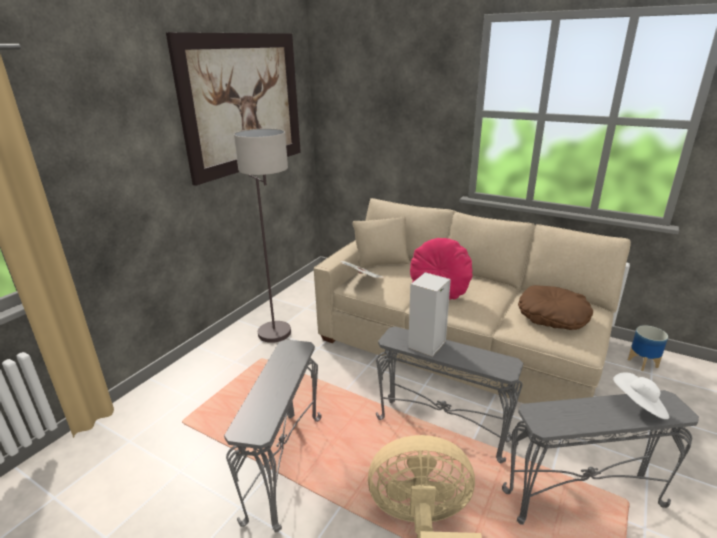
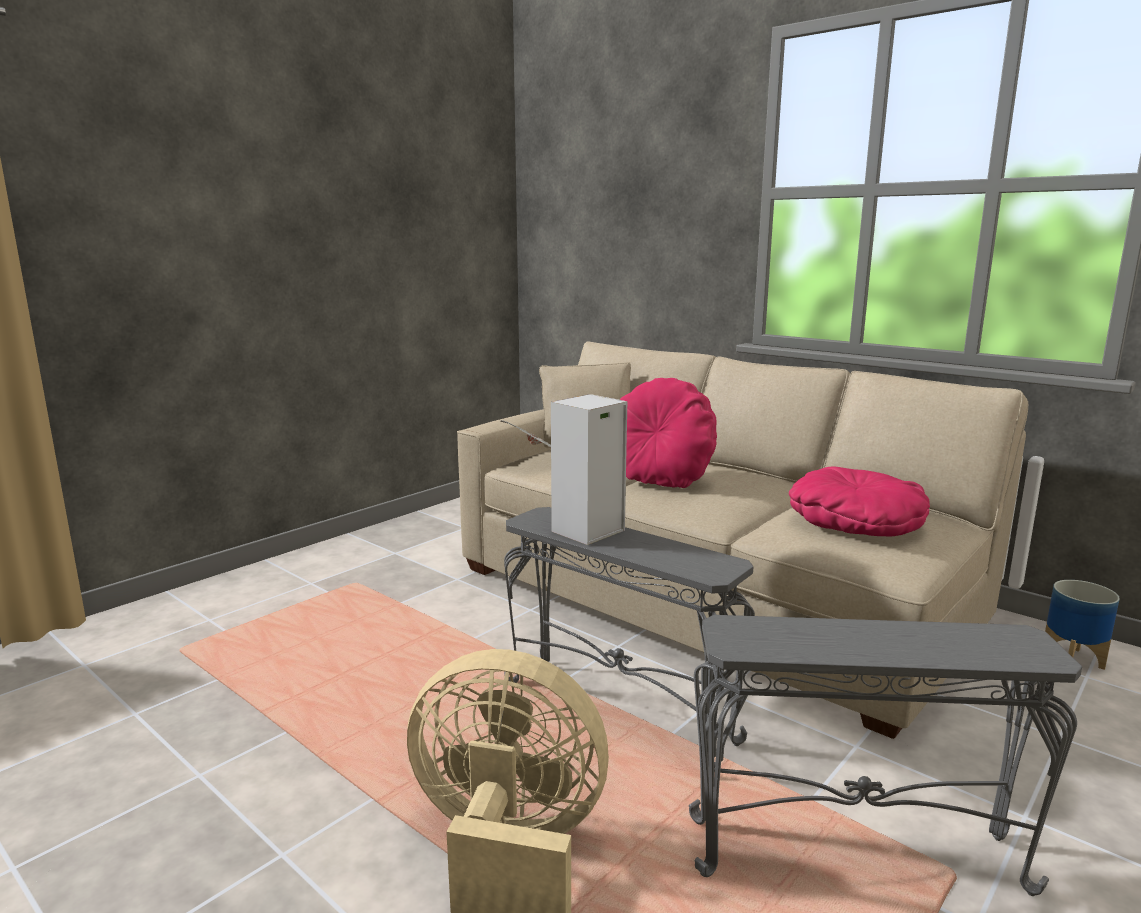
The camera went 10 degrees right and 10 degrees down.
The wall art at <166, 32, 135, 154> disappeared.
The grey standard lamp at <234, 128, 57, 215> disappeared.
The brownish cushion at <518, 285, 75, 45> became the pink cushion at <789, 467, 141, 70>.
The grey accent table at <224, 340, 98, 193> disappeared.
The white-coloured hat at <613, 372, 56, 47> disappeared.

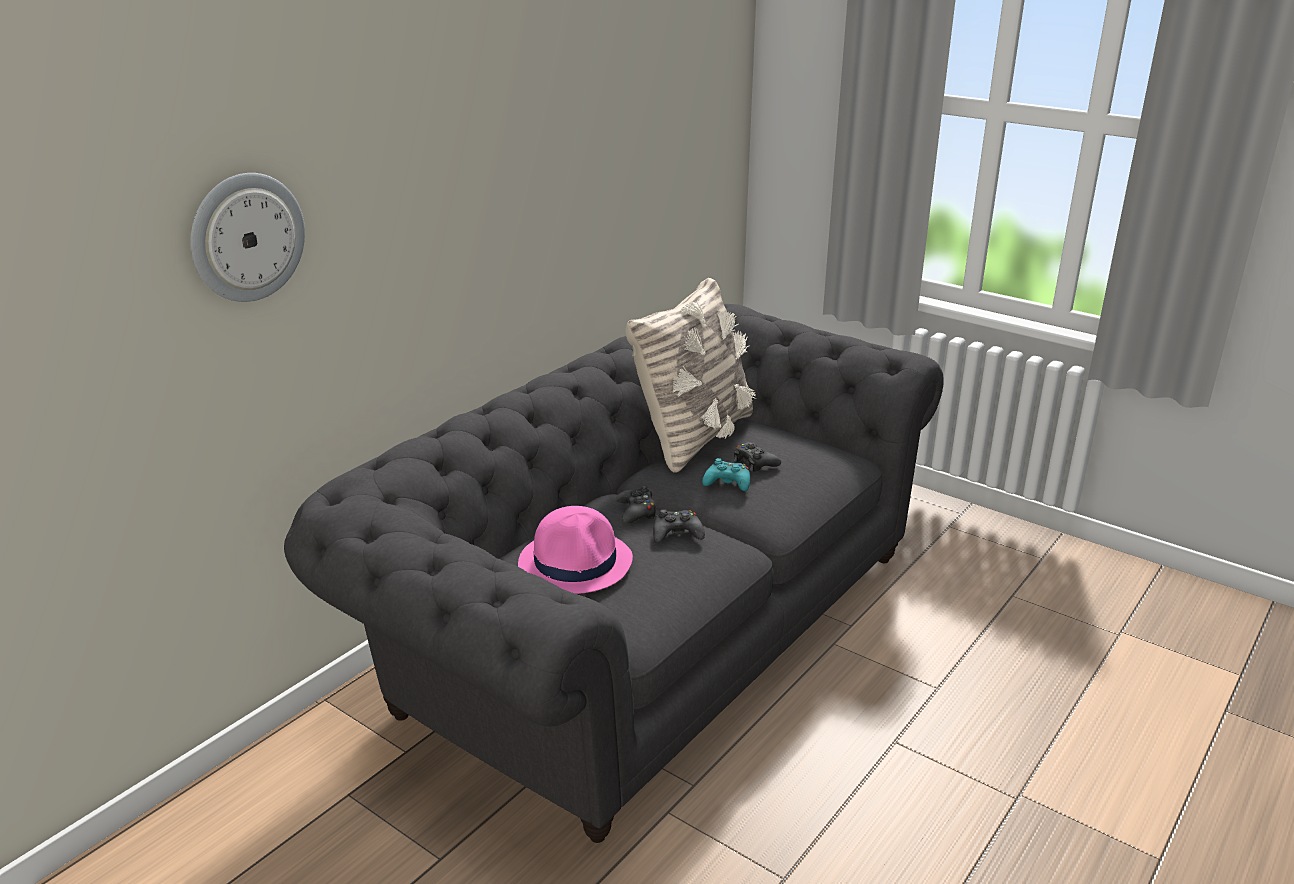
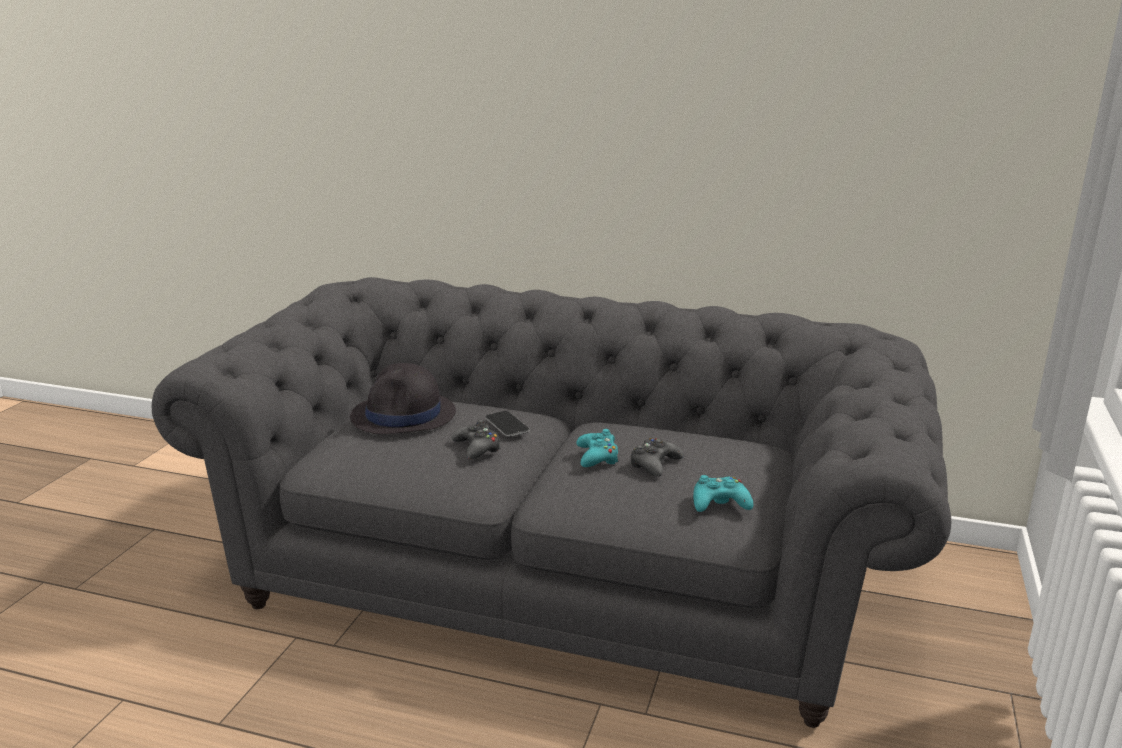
The camera went 70 degrees right and 5 degrees down.
The wall clock at <190, 173, 115, 129> disappeared.
The beige cushion at <625, 278, 132, 195> disappeared.
The black-coloured gamepad at <617, 485, 40, 38> was replaced by the phone at <486, 411, 44, 26>.
The pink hat at <518, 506, 115, 88> became the black-coloured hat at <350, 363, 106, 72>.
The turquoise-coloured gamepad at <693, 475, 60, 37> appeared.

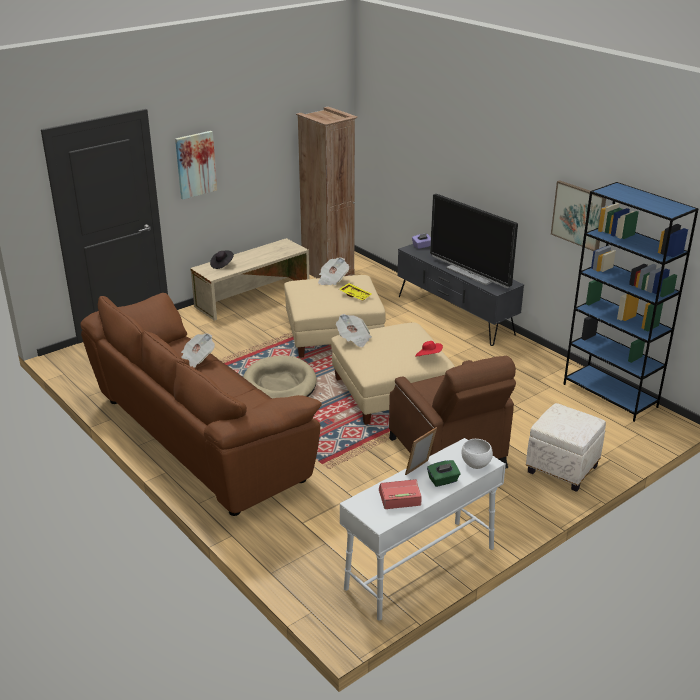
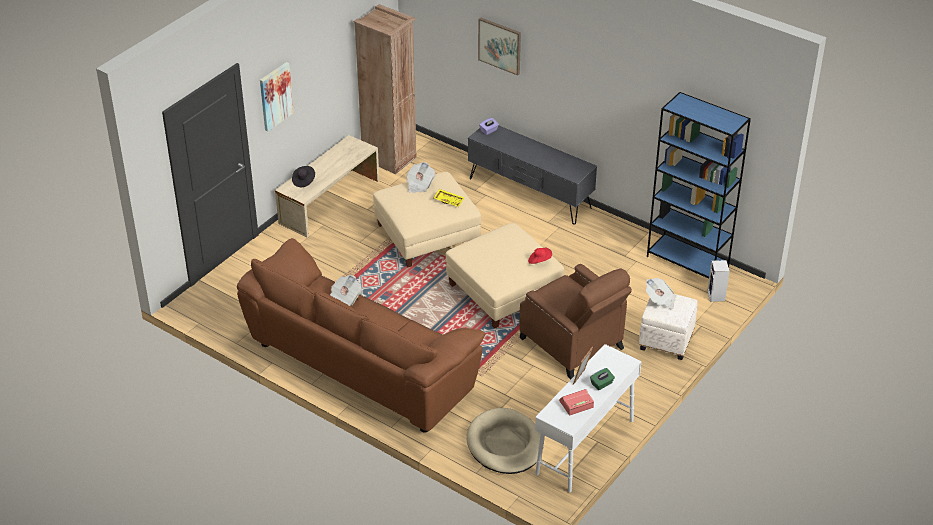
The camera went 15 degrees left and 10 degrees up.
The wall art moved from <551, 180, 55, 71> to <478, 17, 43, 59>.
The TV set at <430, 194, 88, 94> disappeared.
The newspaper moved from <336, 314, 36, 33> to <646, 278, 30, 32>.
The beige dog bed moved from <243, 355, 74, 44> to <466, 408, 74, 66>.
The white-coloured bowl at <461, 439, 32, 30> disappeared.
The audio speaker at <707, 260, 23, 42> appeared.

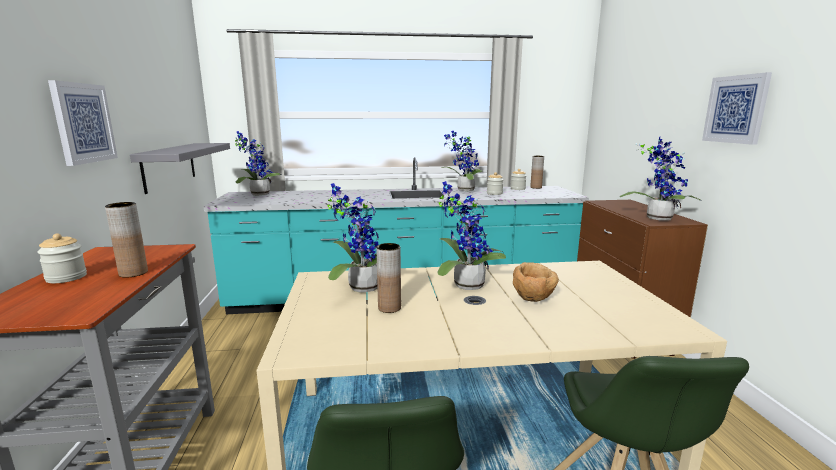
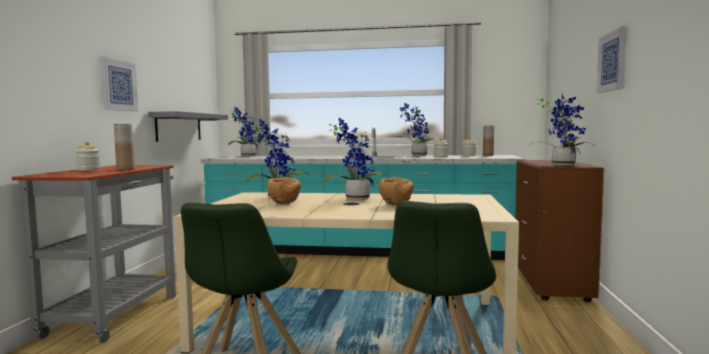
The camera went 15 degrees right and 10 degrees down.
The brownish decorative vase at <376, 243, 25, 70> was replaced by the brownish bowl at <267, 177, 34, 27>.

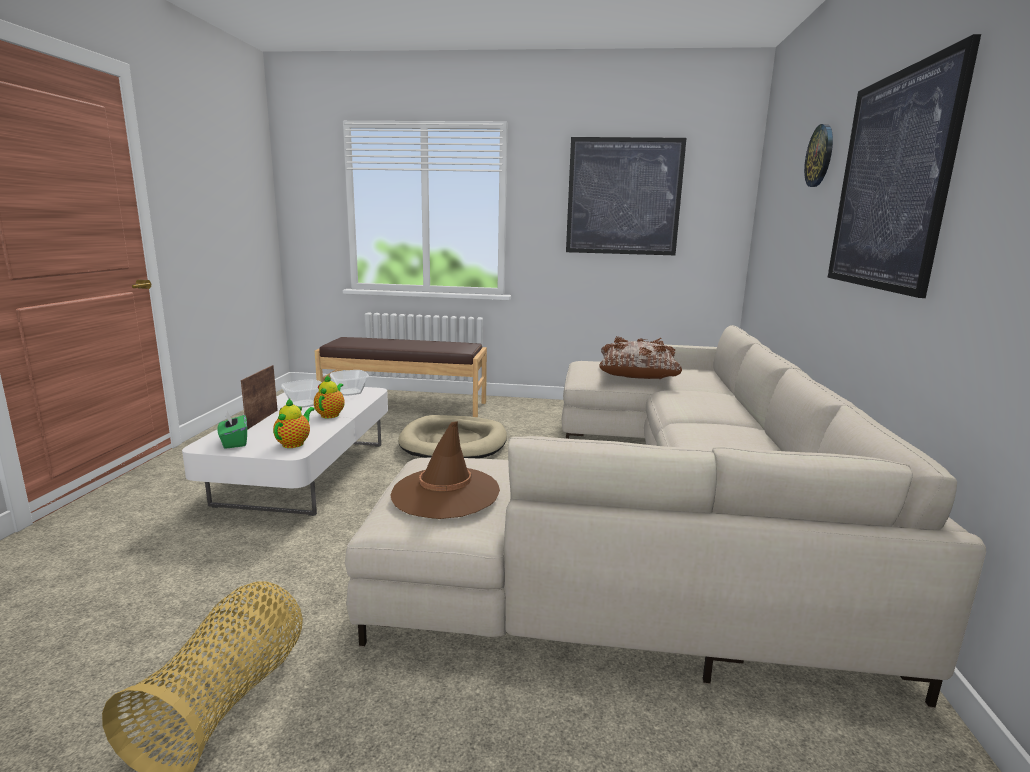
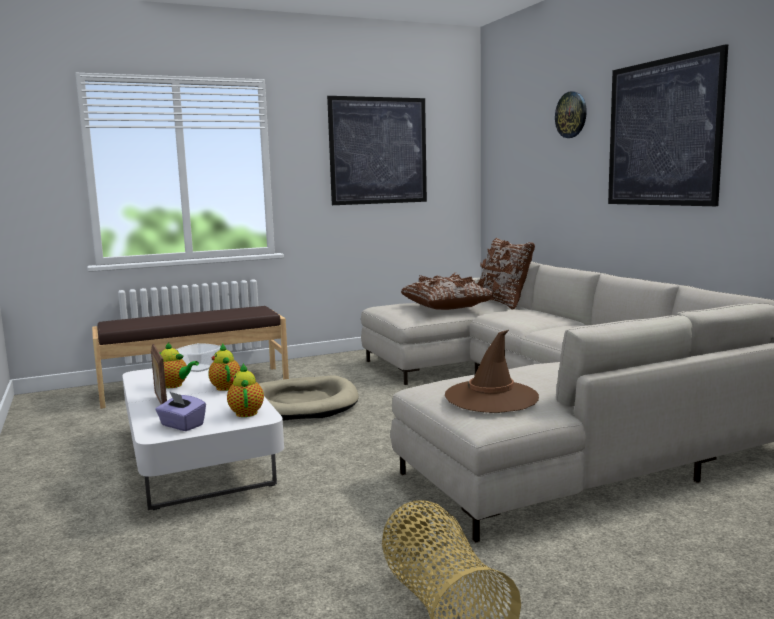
The camera went 30 degrees left and 5 degrees down.
The bowl at <281, 379, 41, 29> was replaced by the tea pot at <159, 343, 40, 45>.
The green-coloured box of tissues at <218, 411, 29, 38> became the purple-coloured box of tissues at <155, 391, 51, 40>.
The brownish cushion at <477, 238, 58, 72> appeared.

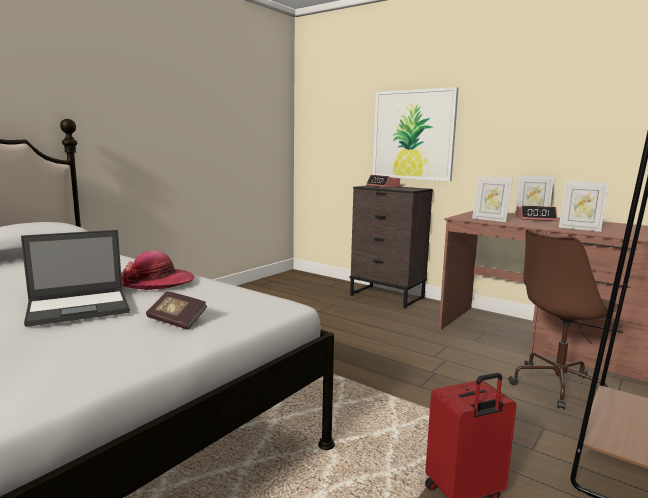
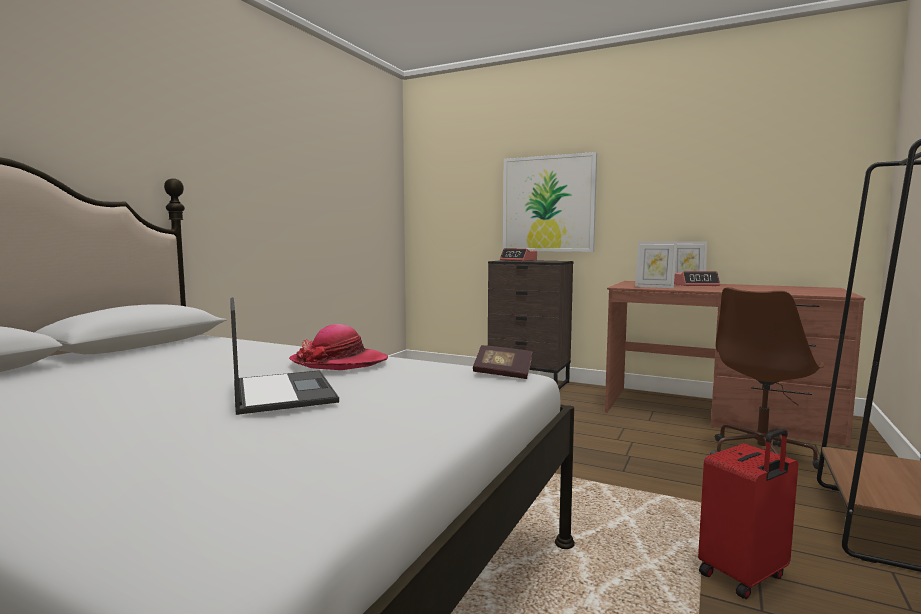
The camera went 10 degrees left and 5 degrees down.
The picture frame at <559, 181, 50, 51> disappeared.
The portable computer at <21, 230, 109, 97> turned 75 degrees counterclockwise.
The book moved from <146, 291, 61, 39> to <473, 345, 60, 34>.

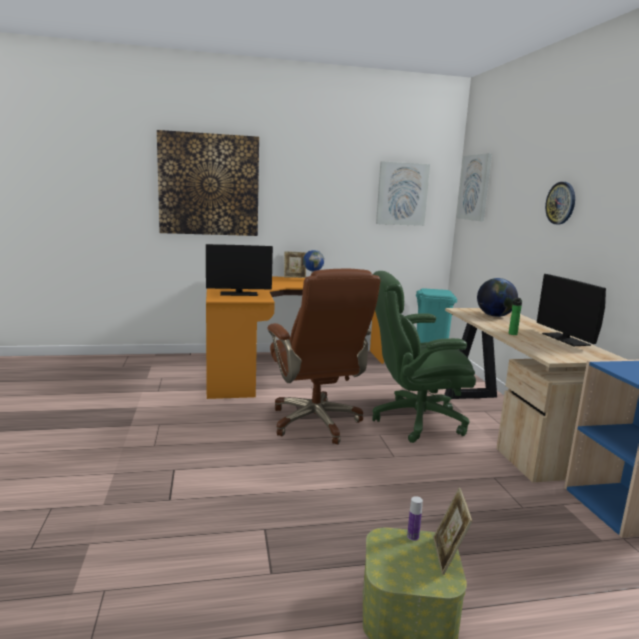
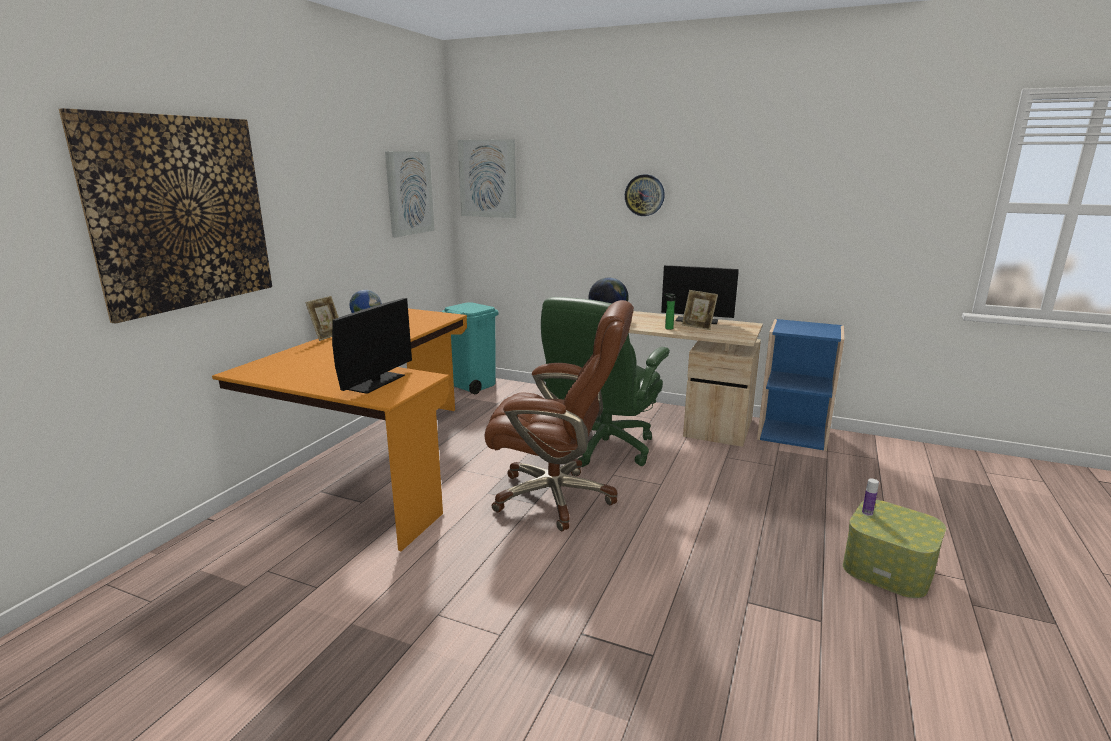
The camera went 55 degrees left and 5 degrees up.
The picture frame moved from <433, 488, 40, 87> to <682, 290, 36, 40>.

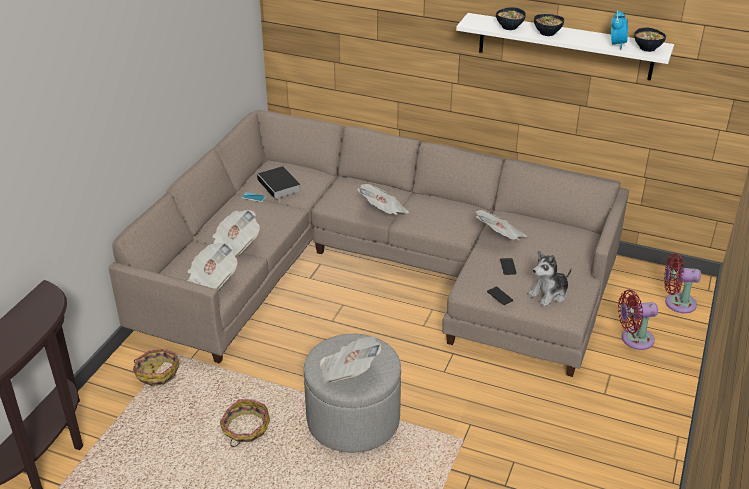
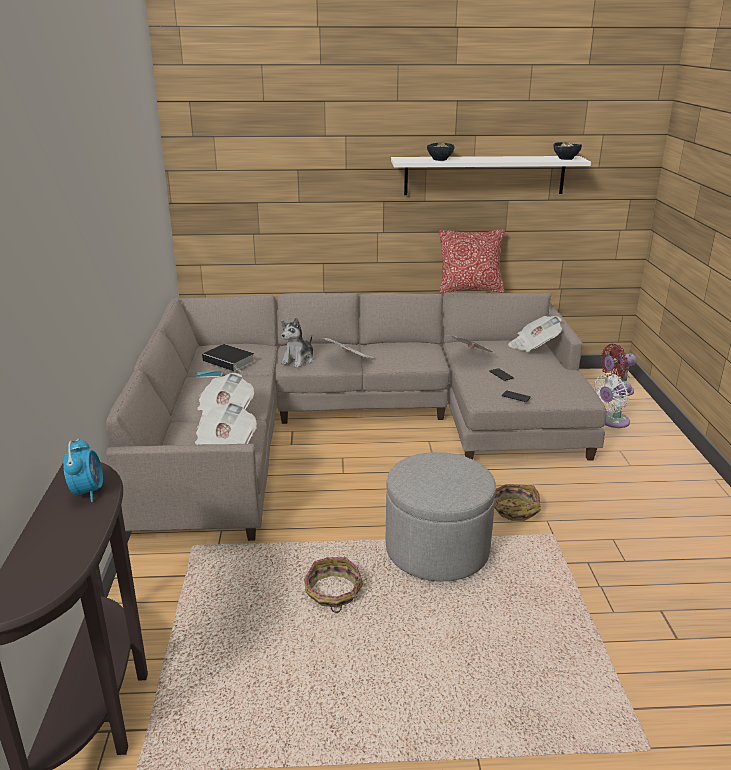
The camera went 25 degrees left and 10 degrees down.
The alarm clock moved from <611, 10, 17, 39> to <63, 438, 40, 64>.
The bowl at <534, 14, 30, 22> disappeared.
The cuddly toy moved from <528, 251, 44, 56> to <281, 318, 33, 50>.
The red-coloured electric fan at <618, 290, 40, 60> became the white-coloured electric fan at <593, 373, 39, 55>.
The newspaper moved from <320, 336, 61, 47> to <508, 316, 54, 36>.
The basket moved from <133, 349, 46, 37> to <494, 484, 47, 37>.
The cushion at <439, 229, 66, 65> appeared.

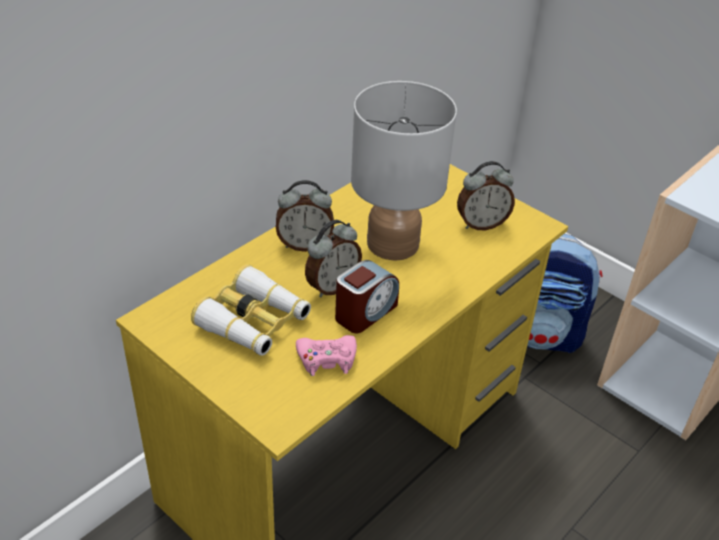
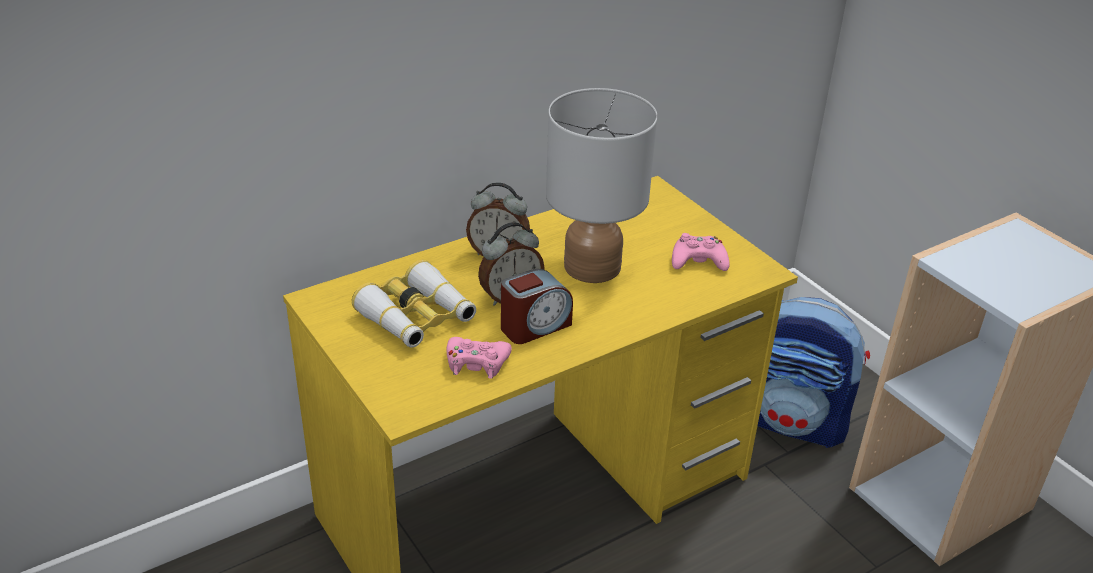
The camera went 15 degrees right and 5 degrees down.
The alarm clock at <457, 161, 58, 69> was replaced by the pink gamepad at <672, 233, 58, 38>.

